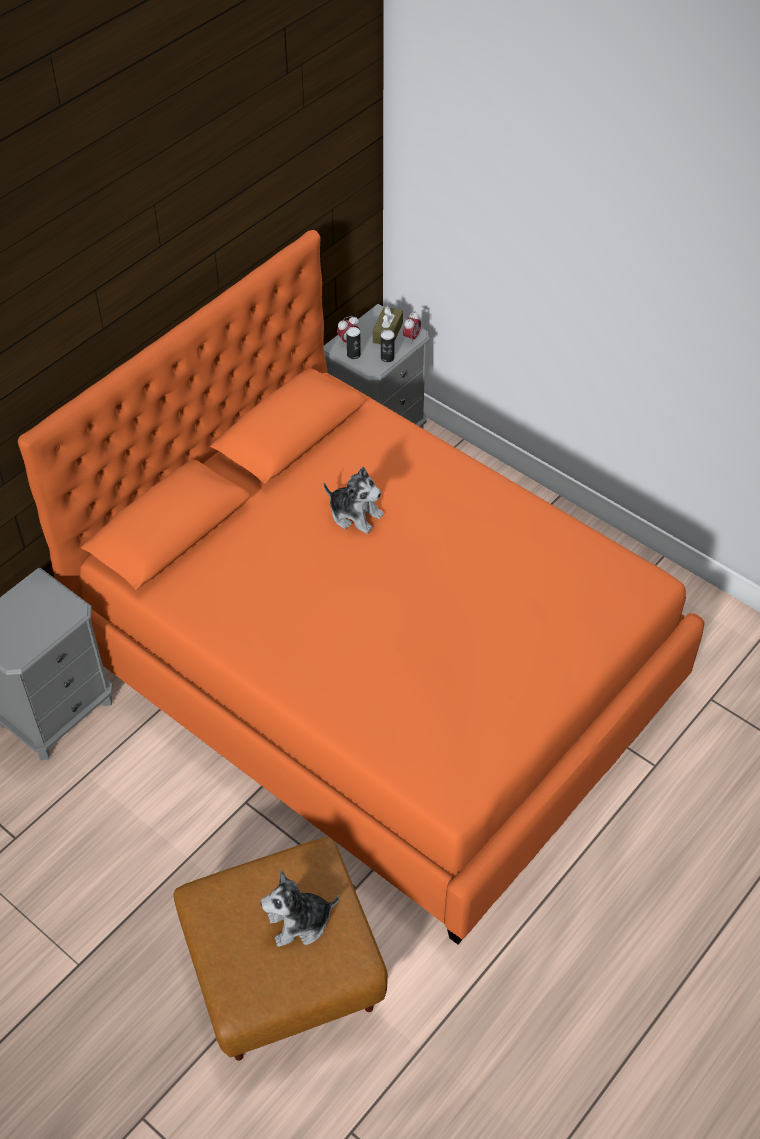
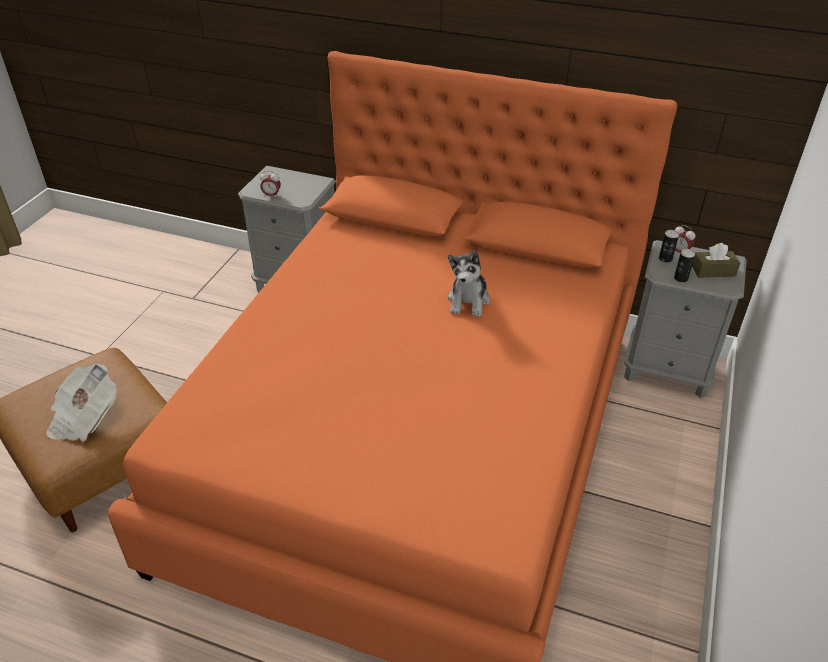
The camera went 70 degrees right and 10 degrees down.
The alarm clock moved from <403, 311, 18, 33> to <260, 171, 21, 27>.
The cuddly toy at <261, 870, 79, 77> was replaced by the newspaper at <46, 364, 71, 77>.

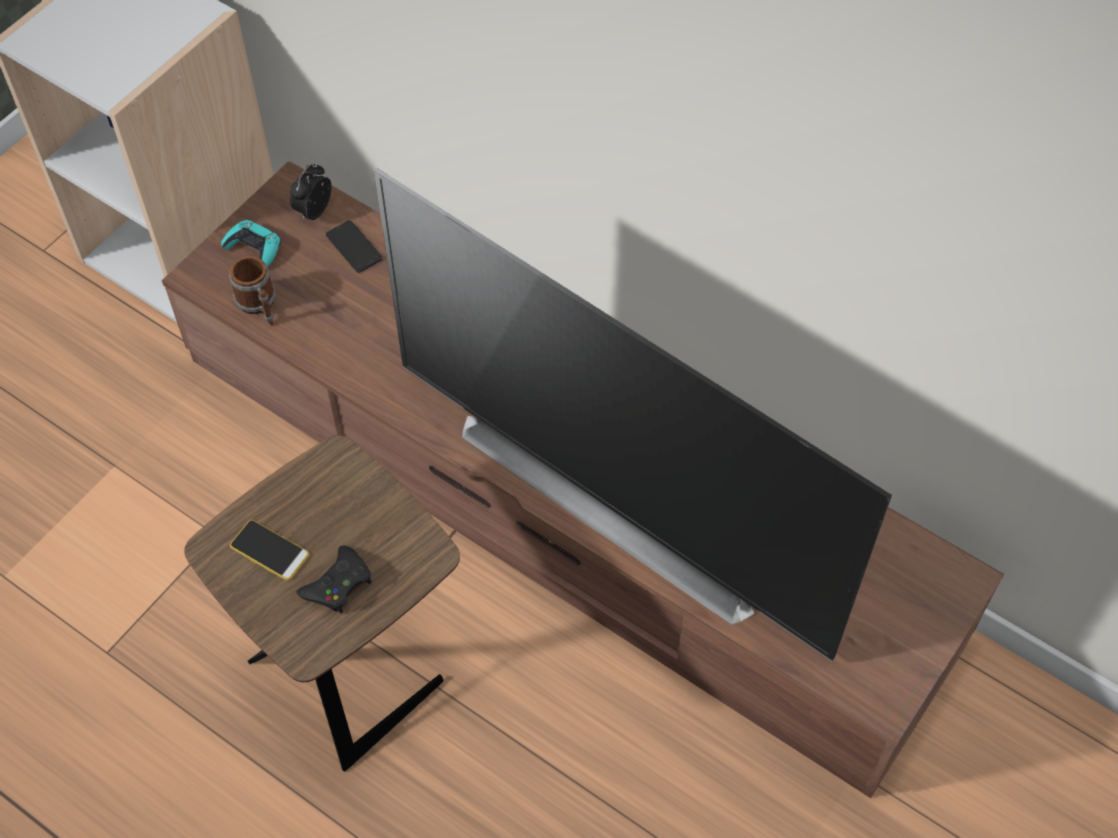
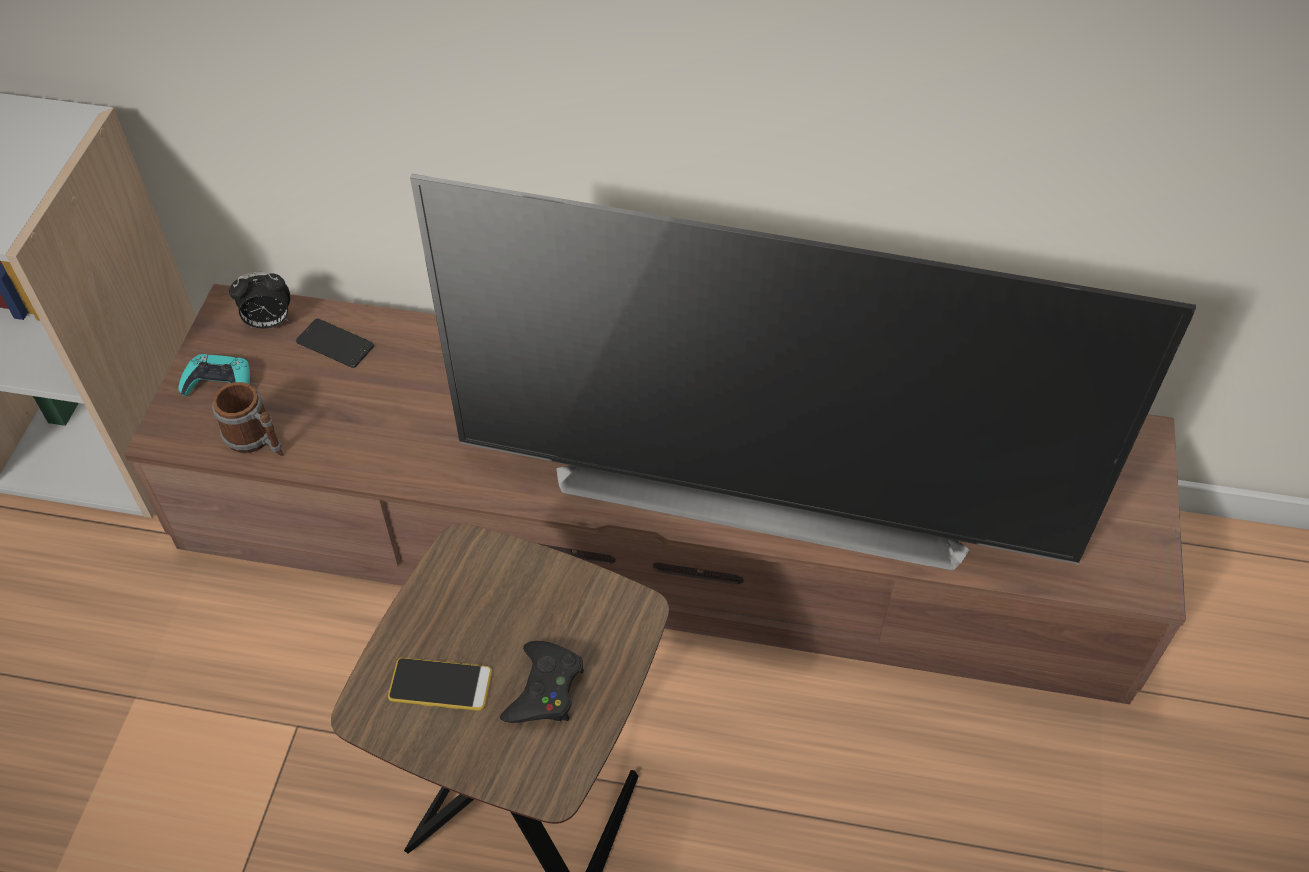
The camera went 25 degrees left and 5 degrees down.
The alarm clock at <290, 164, 42, 56> turned 105 degrees counterclockwise.

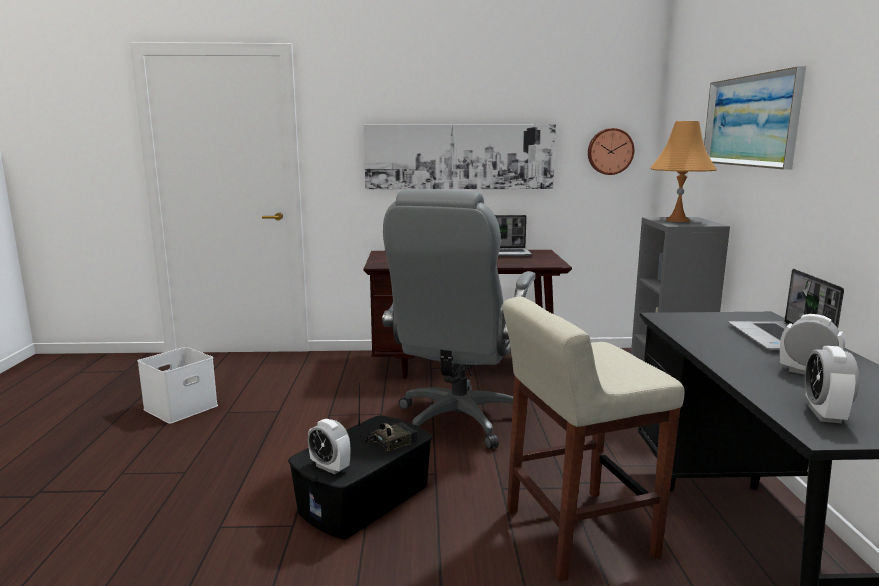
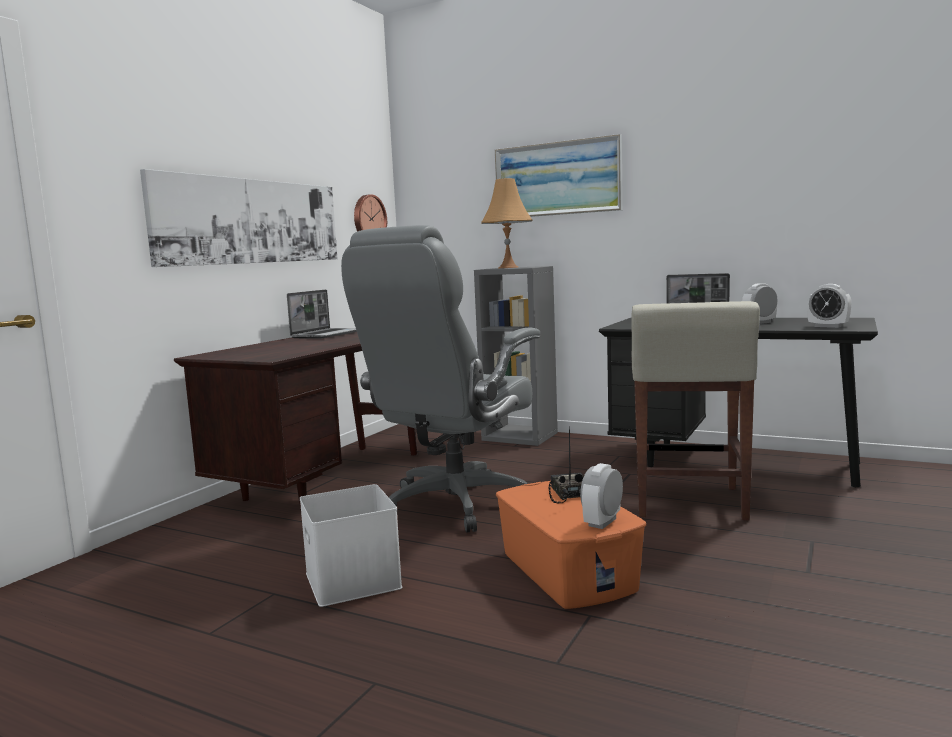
The camera went 60 degrees left and 5 degrees down.
The grey office chair at <382, 189, 154, 260> turned 75 degrees clockwise.
The white-coloured storage container moved from <138, 347, 80, 77> to <300, 484, 103, 123>.
The black-coloured storage container at <288, 415, 144, 125> became the orange storage container at <496, 481, 150, 128>.
The alarm clock at <308, 419, 42, 55> turned 150 degrees clockwise.

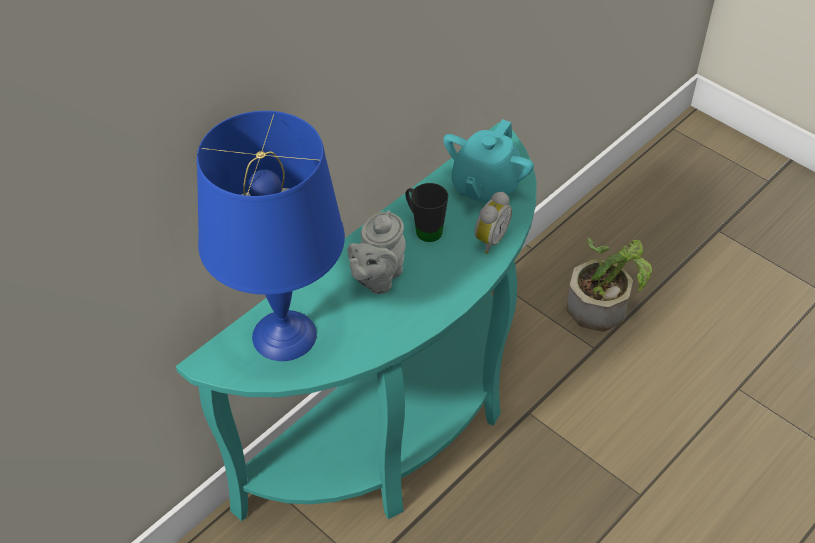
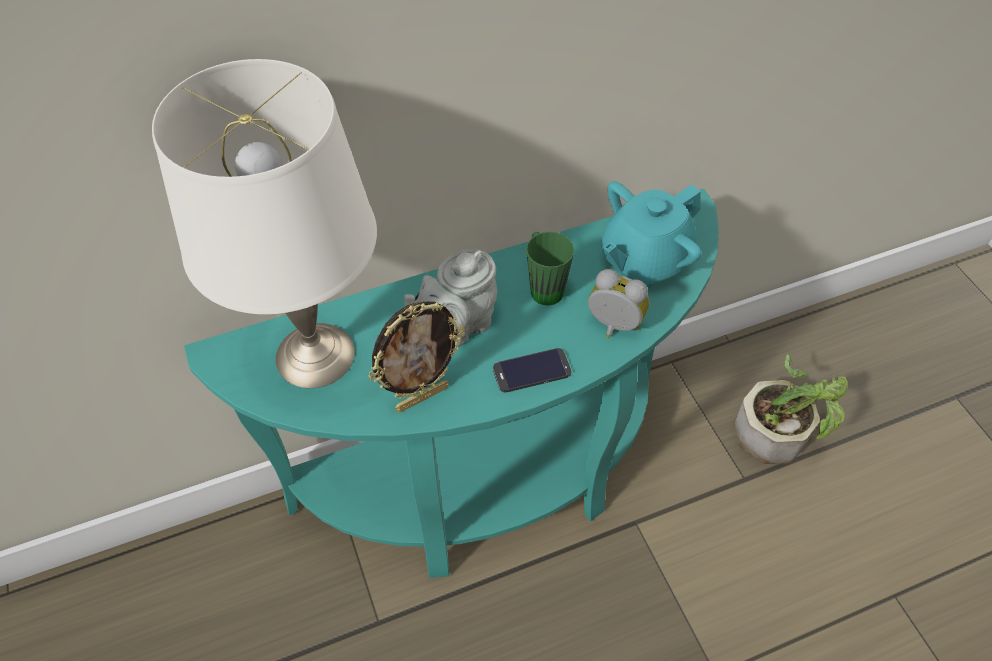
The camera went 25 degrees right and 5 degrees up.
The blue tabletop lamp at <197, 111, 148, 250> became the white-coloured tabletop lamp at <152, 59, 225, 329>.
The black-coloured coffee mug at <405, 183, 43, 59> became the green-coloured coffee mug at <526, 232, 48, 73>.
The alarm clock at <475, 192, 37, 62> turned 120 degrees counterclockwise.
The picture frame at <368, 301, 97, 111> appeared.
The phone at <493, 348, 78, 45> appeared.

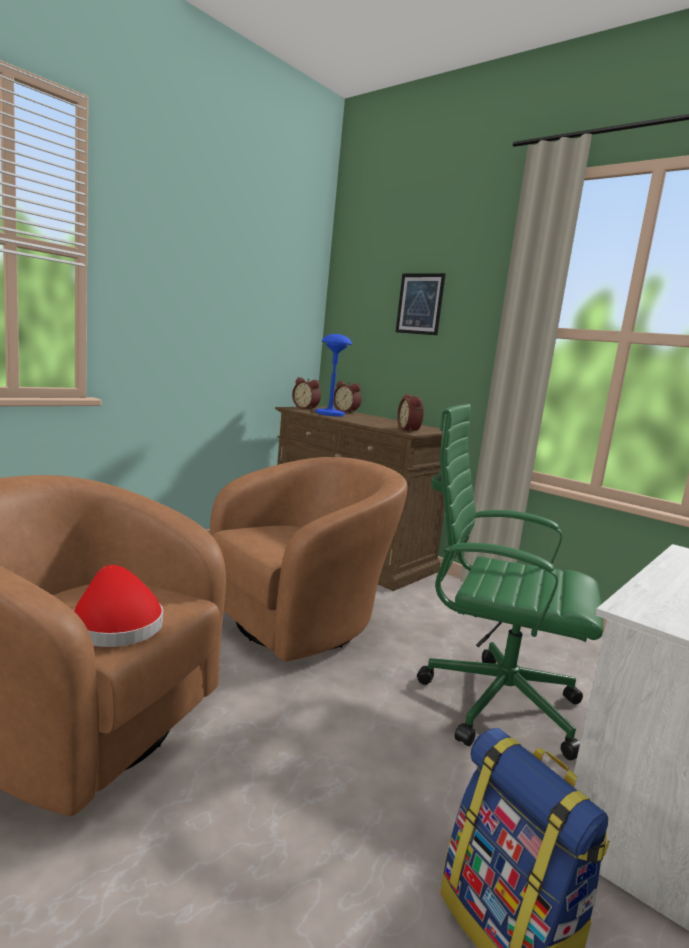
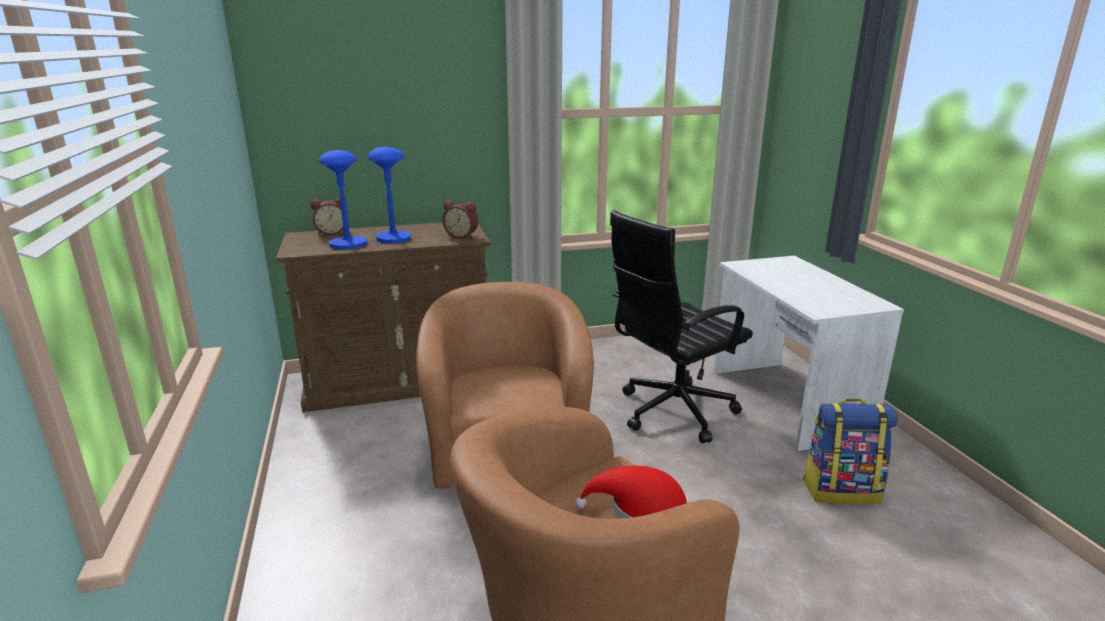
The camera went 55 degrees left and 10 degrees up.
The wall art at <396, 273, 50, 62> disappeared.
The alarm clock at <292, 377, 29, 33> disappeared.
The green-coloured office chair at <417, 403, 186, 357> became the black-coloured office chair at <610, 210, 143, 234>.
The blue tabletop lamp at <367, 147, 44, 96> appeared.

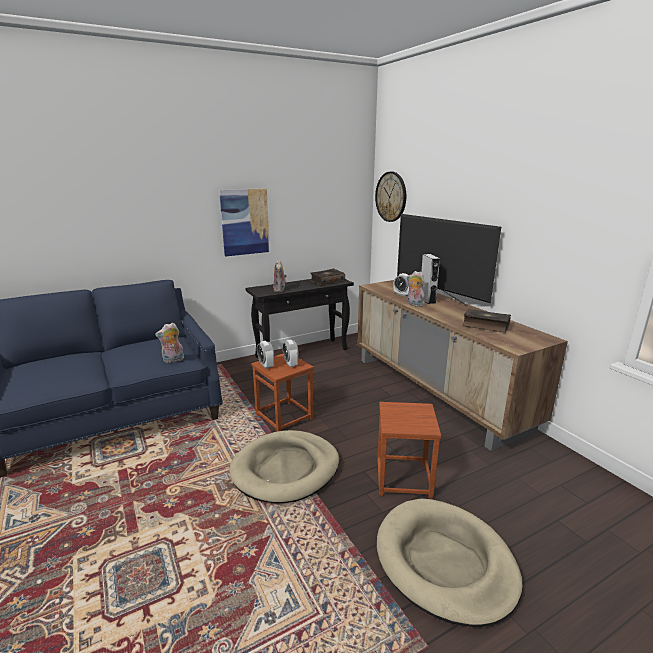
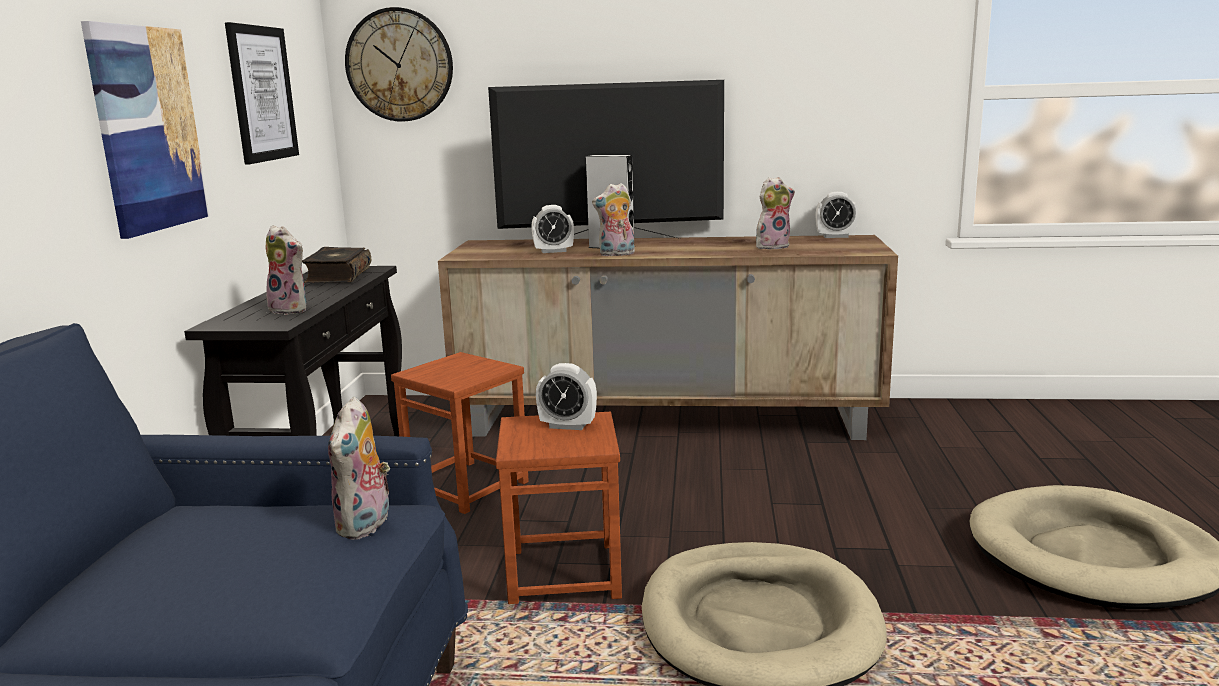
The camera went 55 degrees left and 5 degrees down.
The book at <462, 309, 49, 24> was replaced by the cuddly toy at <756, 177, 39, 72>.
The alarm clock moved from <257, 341, 17, 28> to <816, 192, 42, 46>.
The brownish stool moved from <377, 402, 64, 97> to <391, 352, 138, 162>.
The wall art at <225, 22, 74, 142> appeared.

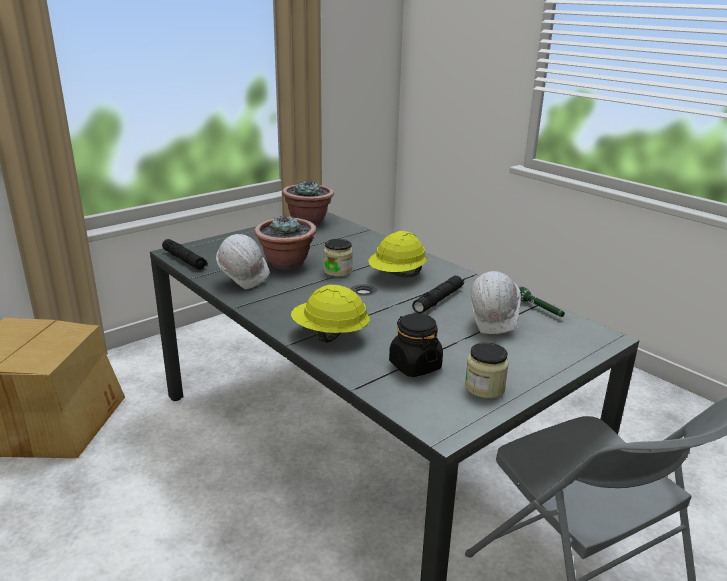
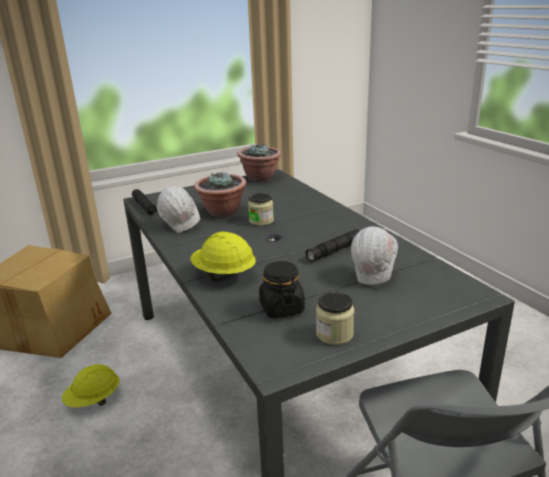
The camera went 15 degrees right and 0 degrees up.
The yellow safety helmet moved from <368, 231, 59, 46> to <62, 364, 57, 43>.
The green-coloured torch at <519, 286, 46, 31> disappeared.

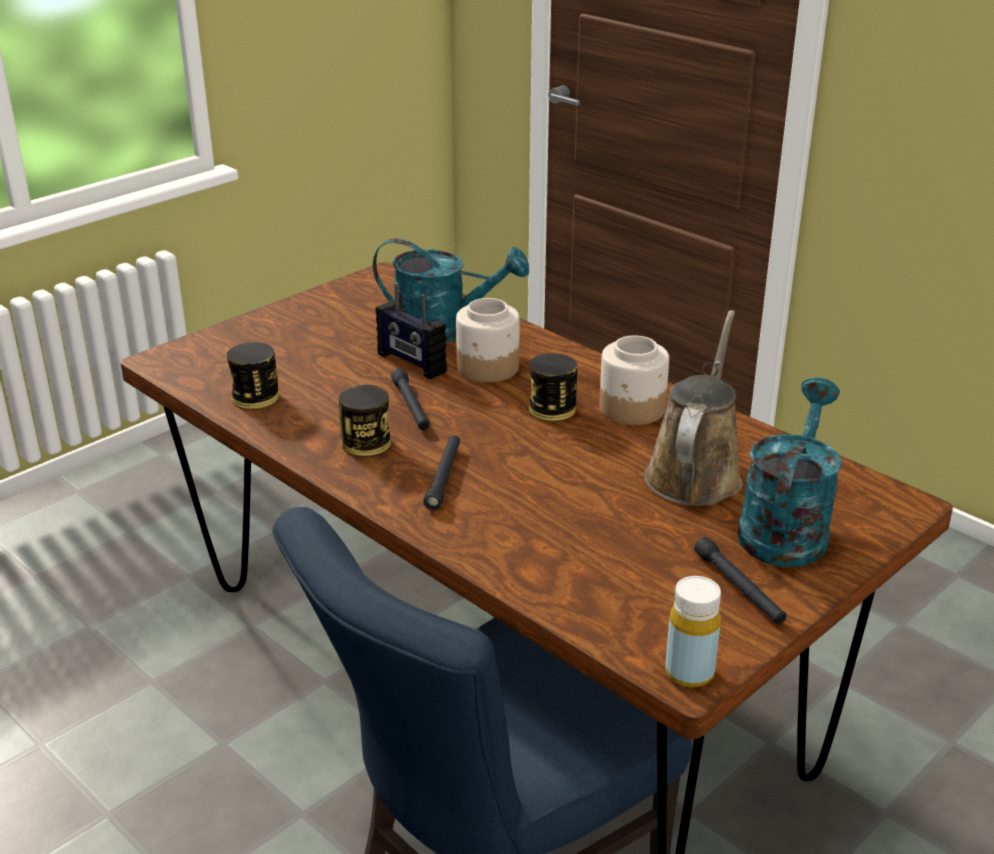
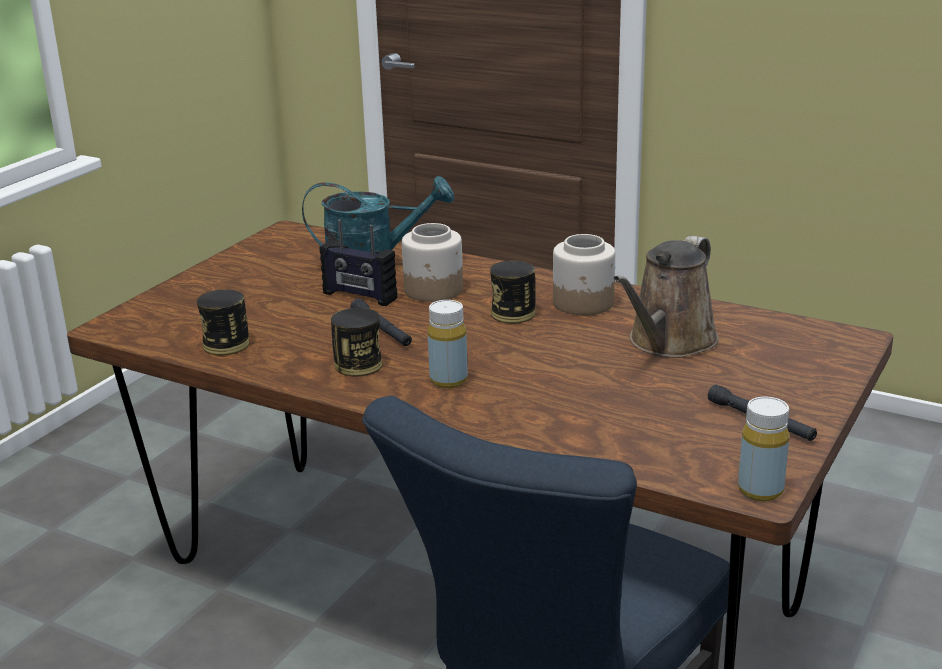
The camera went 15 degrees left and 5 degrees down.
The brownish sprinkling can at <644, 310, 98, 196> turned 150 degrees counterclockwise.
The turquoise-coloured sprinkling can at <738, 377, 104, 190> disappeared.
The black-coloured torch at <423, 435, 37, 75> was replaced by the yellow drink bottle at <428, 300, 40, 88>.

